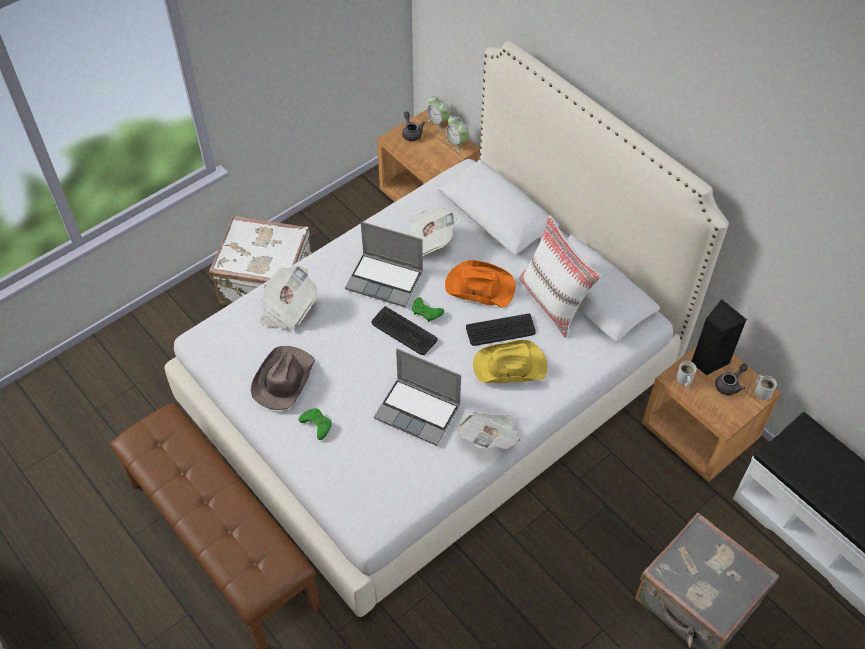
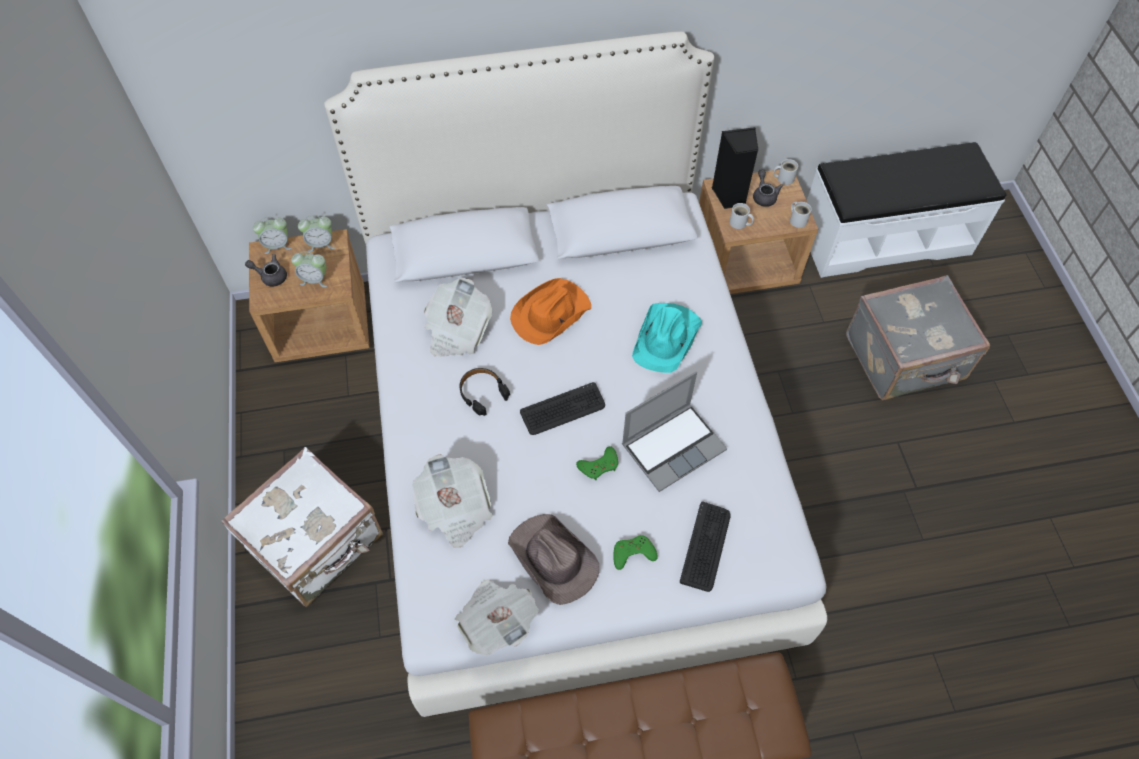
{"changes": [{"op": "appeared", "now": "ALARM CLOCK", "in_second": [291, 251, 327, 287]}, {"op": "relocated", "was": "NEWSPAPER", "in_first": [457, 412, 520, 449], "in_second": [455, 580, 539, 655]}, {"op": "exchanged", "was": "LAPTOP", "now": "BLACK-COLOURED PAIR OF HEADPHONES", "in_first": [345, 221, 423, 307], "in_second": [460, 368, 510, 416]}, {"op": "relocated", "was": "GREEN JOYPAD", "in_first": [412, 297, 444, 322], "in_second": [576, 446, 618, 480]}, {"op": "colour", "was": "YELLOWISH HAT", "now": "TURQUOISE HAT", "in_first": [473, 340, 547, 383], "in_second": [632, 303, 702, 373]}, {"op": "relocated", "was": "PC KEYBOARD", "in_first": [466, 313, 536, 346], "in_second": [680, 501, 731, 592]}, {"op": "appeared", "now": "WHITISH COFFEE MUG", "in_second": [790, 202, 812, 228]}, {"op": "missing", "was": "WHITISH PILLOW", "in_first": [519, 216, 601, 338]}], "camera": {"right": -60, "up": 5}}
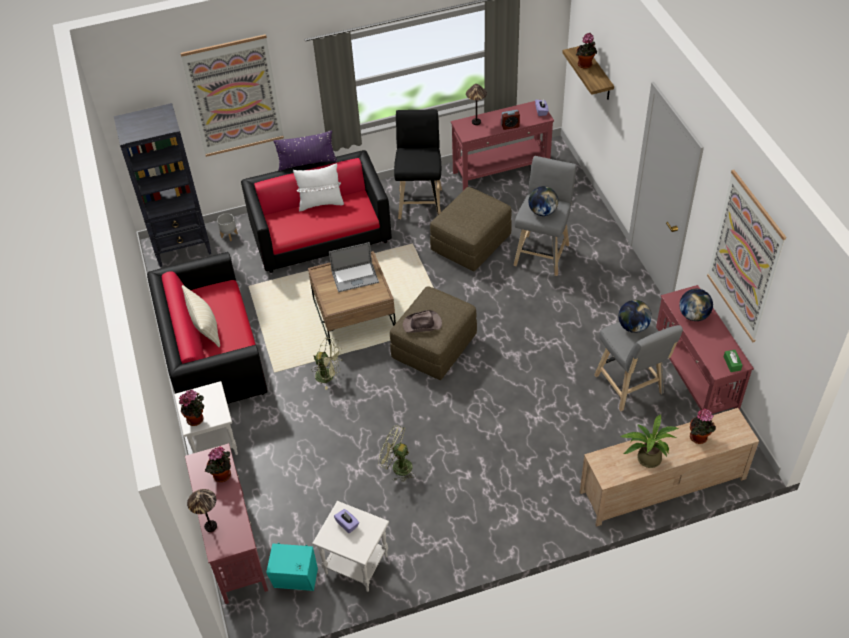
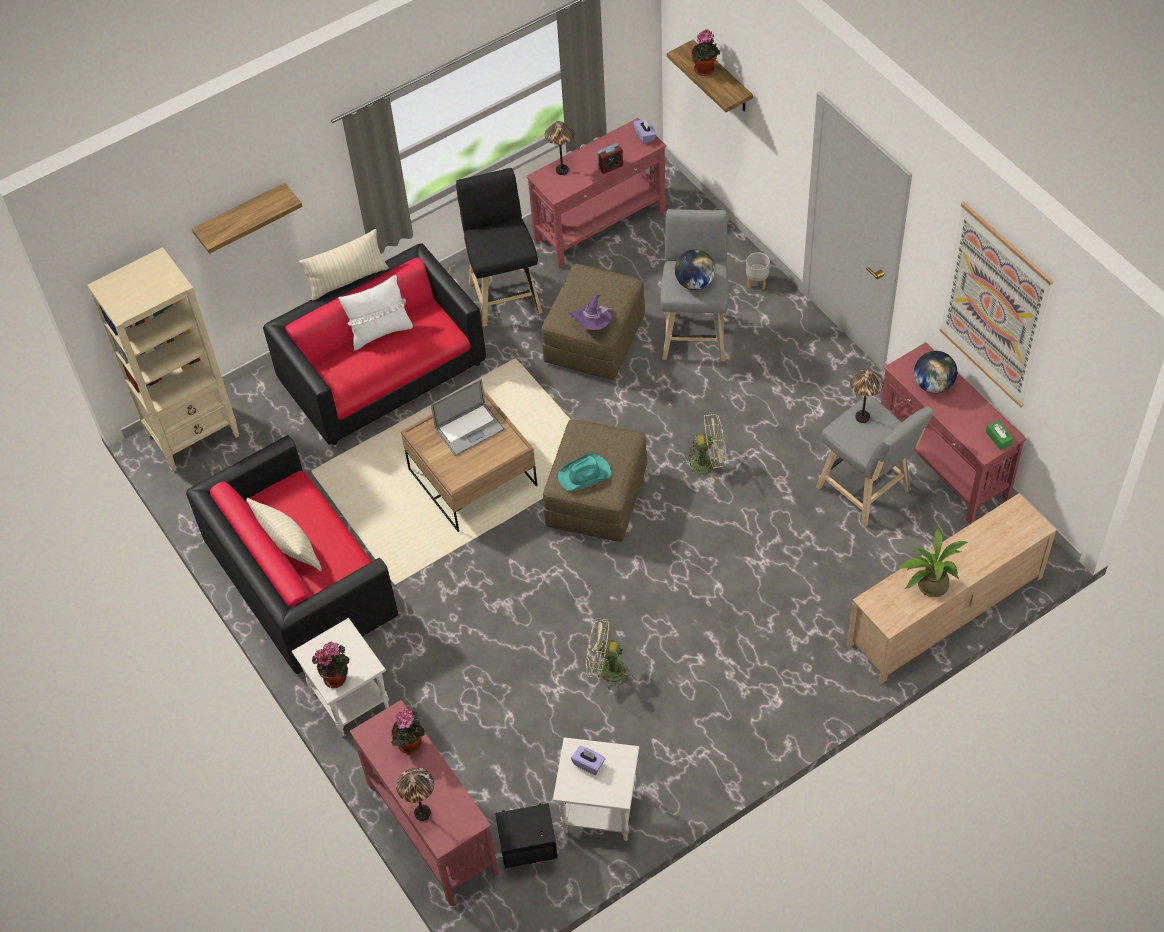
{"changes": [{"op": "colour", "was": "BLACK-COLOURED SHELVING UNIT", "now": "BEIGE-COLOURED SHELVING UNIT", "in_first": [114, 103, 211, 267], "in_second": [87, 247, 239, 472]}, {"op": "exchanged", "was": "PICTURE", "now": "BRACKET SHELF", "in_first": [180, 34, 284, 157], "in_second": [192, 182, 303, 254]}, {"op": "colour", "was": "PURPLISH PILLOW", "now": "BEIGE-COLOURED PILLOW", "in_first": [274, 131, 337, 171], "in_second": [300, 229, 389, 301]}, {"op": "colour", "was": "TURQUOISE LOUDSPEAKER", "now": "BLACK-COLOURED LOUDSPEAKER", "in_first": [266, 543, 318, 591], "in_second": [495, 803, 557, 868]}, {"op": "colour", "was": "BROWN HAT", "now": "TURQUOISE HAT", "in_first": [403, 310, 442, 333], "in_second": [558, 453, 611, 491]}, {"op": "appeared", "now": "PURPLISH HAT", "in_second": [568, 295, 613, 330]}, {"op": "relocated", "was": "GREEN FAN", "in_first": [311, 337, 341, 390], "in_second": [683, 414, 726, 482]}, {"op": "relocated", "was": "GRAY PLANTER", "in_first": [217, 213, 238, 241], "in_second": [746, 252, 770, 289]}, {"op": "exchanged", "was": "DESK GLOBE", "now": "TABLE LAMP", "in_first": [618, 300, 652, 333], "in_second": [850, 370, 884, 423]}, {"op": "missing", "was": "HOUSEPLANT", "in_first": [690, 409, 716, 444]}], "camera": {"right": -15, "up": 5}}
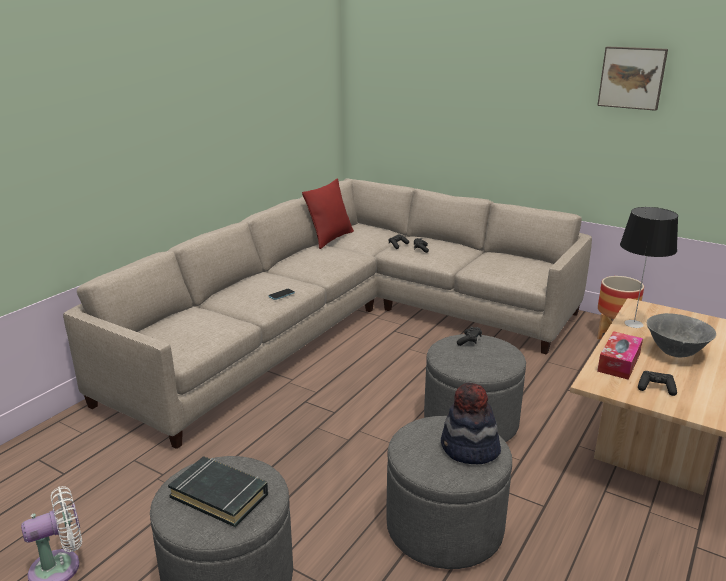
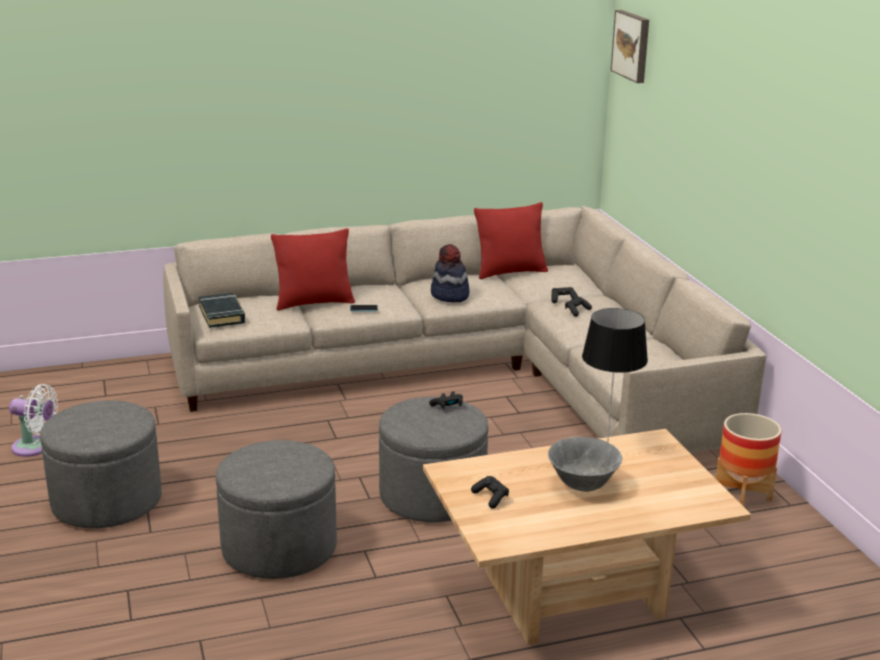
{"changes": [{"op": "relocated", "was": "BLACK-COLOURED VOLUME", "in_first": [168, 456, 268, 527], "in_second": [199, 293, 245, 328]}, {"op": "appeared", "now": "RED PILLOW", "in_second": [271, 228, 355, 311]}, {"op": "relocated", "was": "HAT", "in_first": [441, 383, 501, 464], "in_second": [431, 244, 469, 302]}, {"op": "relocated", "was": "PICTURE", "in_first": [597, 46, 668, 111], "in_second": [611, 10, 649, 83]}, {"op": "missing", "was": "TISSUE HOLDER", "in_first": [597, 331, 643, 380]}], "camera": {"right": 40, "up": 0}}
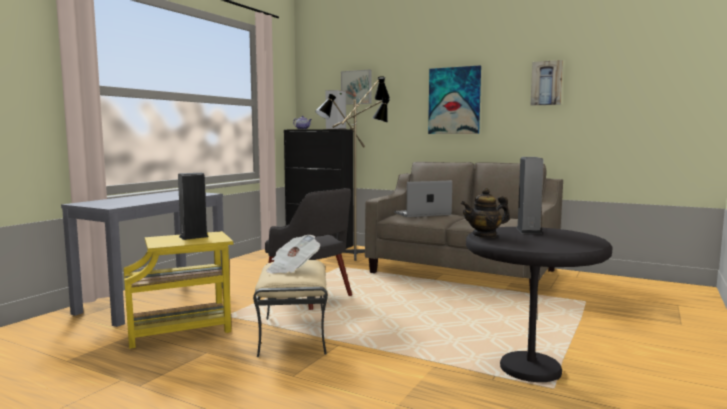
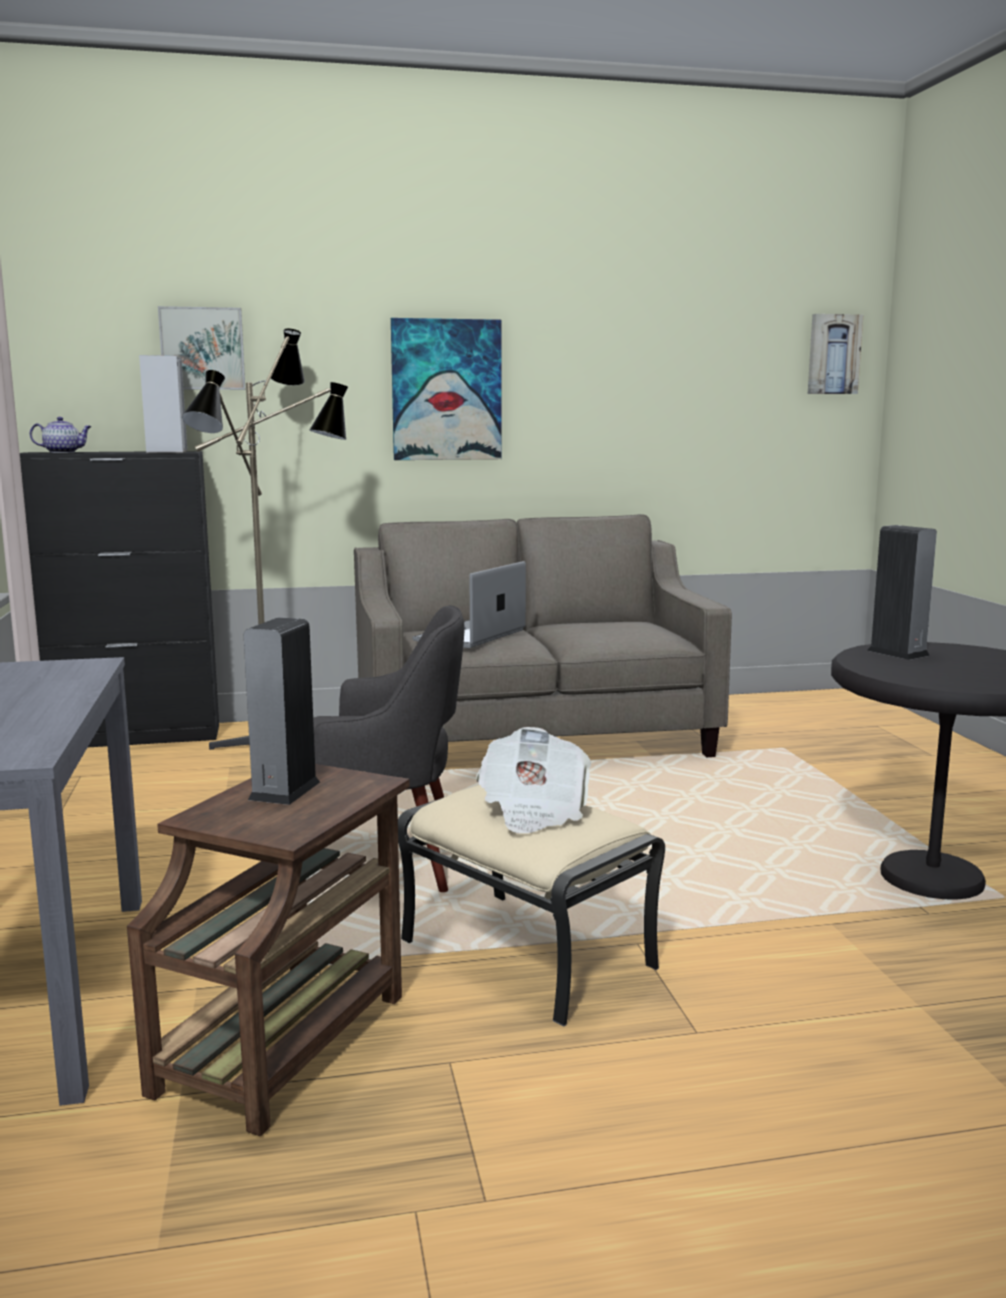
{"changes": [{"op": "colour", "was": "YELLOWISH END TABLE", "now": "BROWN END TABLE", "in_first": [124, 231, 233, 349], "in_second": [127, 764, 410, 1136]}, {"op": "relocated", "was": "PICTURE", "in_first": [531, 60, 563, 106], "in_second": [808, 314, 863, 394]}, {"op": "missing", "was": "TEAPOT", "in_first": [461, 188, 510, 238]}], "camera": {"right": -40, "up": 5}}
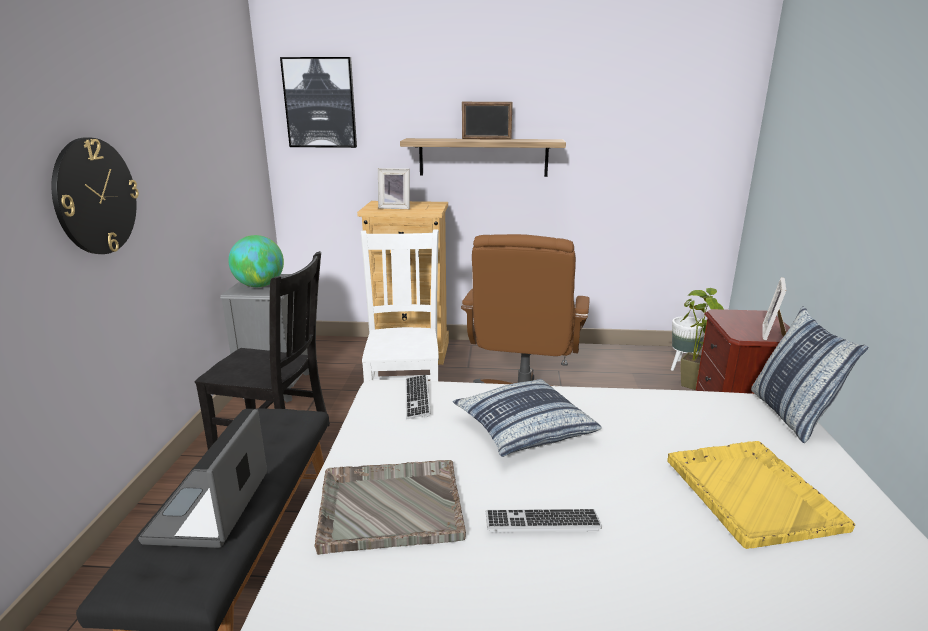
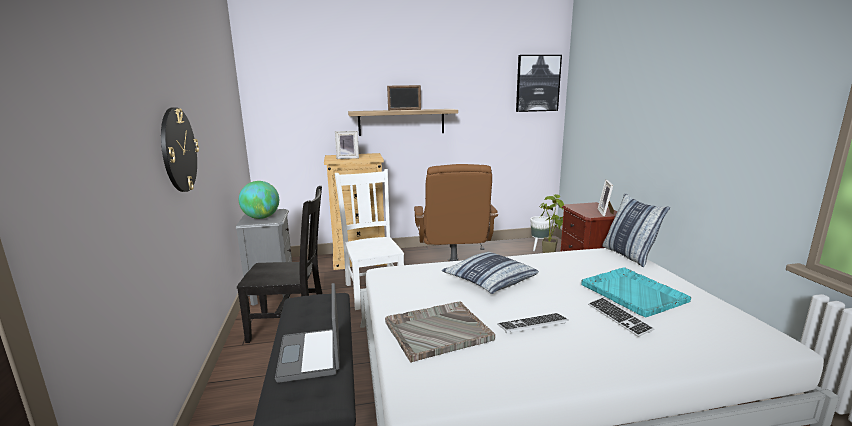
{"changes": [{"op": "relocated", "was": "PICTURE", "in_first": [280, 57, 357, 148], "in_second": [516, 55, 562, 112]}, {"op": "colour", "was": "YELLOWISH CARRYING TRAY", "now": "TURQUOISE CARRYING TRAY", "in_first": [667, 441, 855, 549], "in_second": [581, 267, 691, 317]}, {"op": "relocated", "was": "PC KEYBOARD", "in_first": [405, 375, 431, 419], "in_second": [588, 298, 655, 337]}], "camera": {"right": -15, "up": -5}}
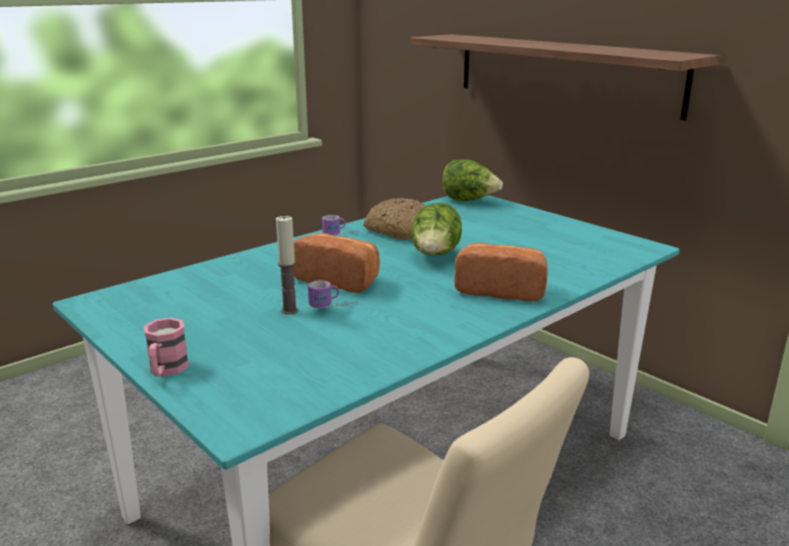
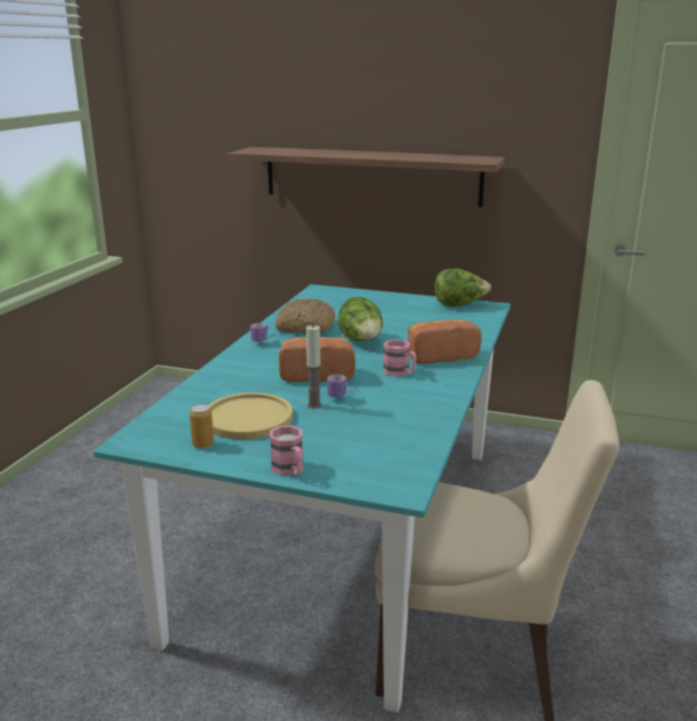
{"changes": [{"op": "appeared", "now": "CAN", "in_second": [189, 404, 214, 449]}, {"op": "appeared", "now": "YELLOWISH PLATE", "in_second": [208, 392, 293, 440]}, {"op": "appeared", "now": "PINK COFFEE MUG", "in_second": [383, 339, 416, 377]}, {"op": "relocated", "was": "LETTUCE HEAD", "in_first": [442, 159, 503, 201], "in_second": [435, 268, 491, 307]}], "camera": {"right": -30, "up": 0}}
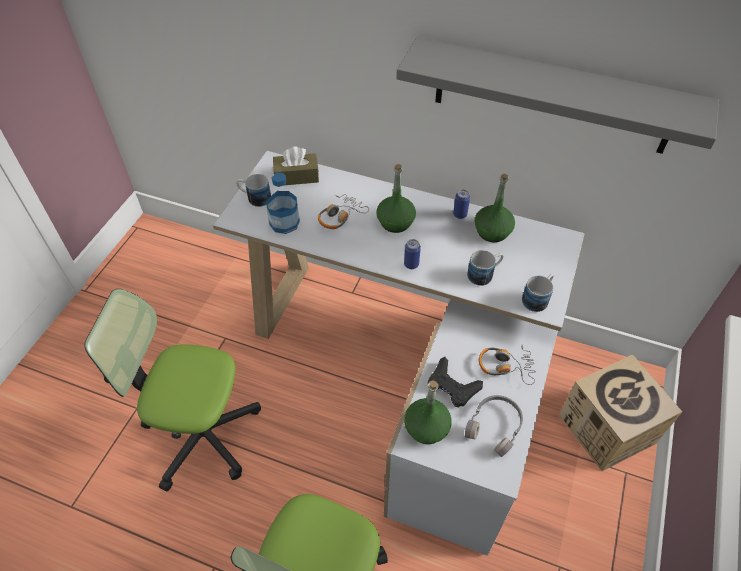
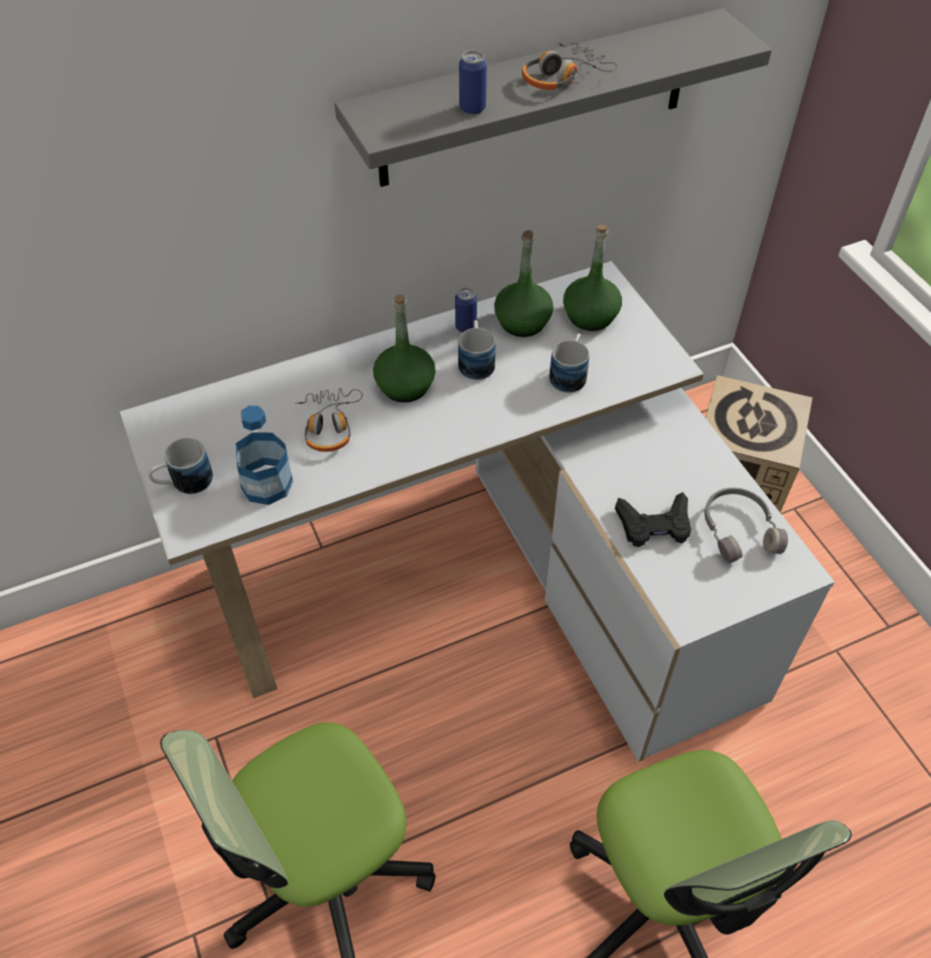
{"changes": [{"op": "relocated", "was": "COFFEE MUG", "in_first": [522, 274, 554, 312], "in_second": [458, 320, 496, 380]}, {"op": "relocated", "was": "CAN", "in_first": [404, 239, 421, 269], "in_second": [459, 50, 487, 115]}, {"op": "relocated", "was": "PAIR OF HEADPHONES", "in_first": [479, 346, 536, 385], "in_second": [522, 42, 617, 90]}, {"op": "relocated", "was": "GREEN BEVERAGE BOTTLE", "in_first": [404, 380, 452, 444], "in_second": [563, 225, 622, 331]}, {"op": "missing", "was": "BROWN TISSUE HOLDER", "in_first": [273, 147, 319, 185]}], "camera": {"right": -45, "up": 0}}
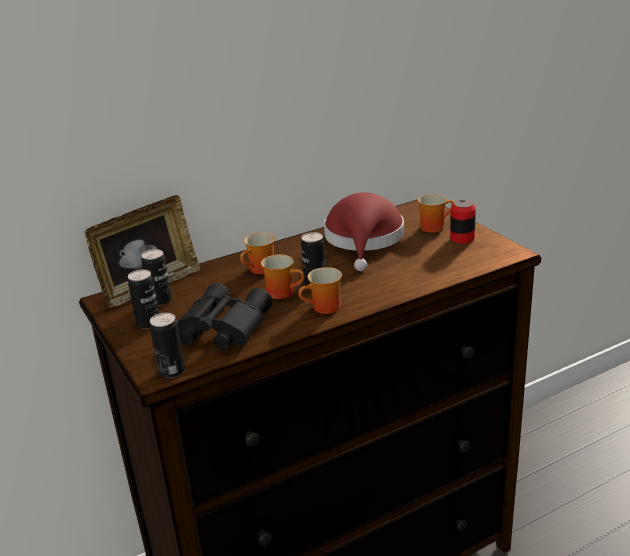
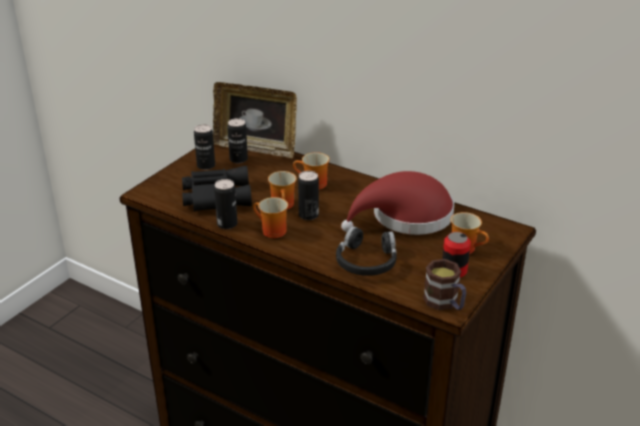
{"changes": [{"op": "relocated", "was": "CAN", "in_first": [150, 313, 185, 378], "in_second": [214, 179, 237, 229]}, {"op": "appeared", "now": "BLACK-COLOURED PAIR OF HEADPHONES", "in_second": [336, 226, 397, 276]}, {"op": "appeared", "now": "COFFEE MUG", "in_second": [423, 259, 466, 310]}], "camera": {"right": 60, "up": 5}}
